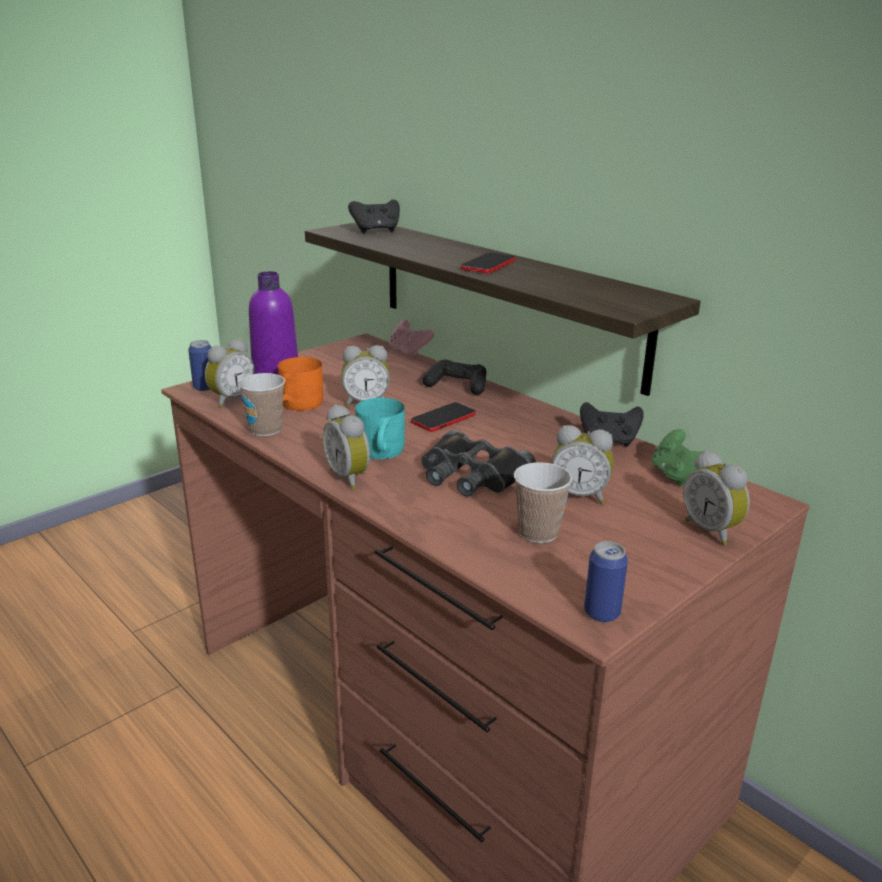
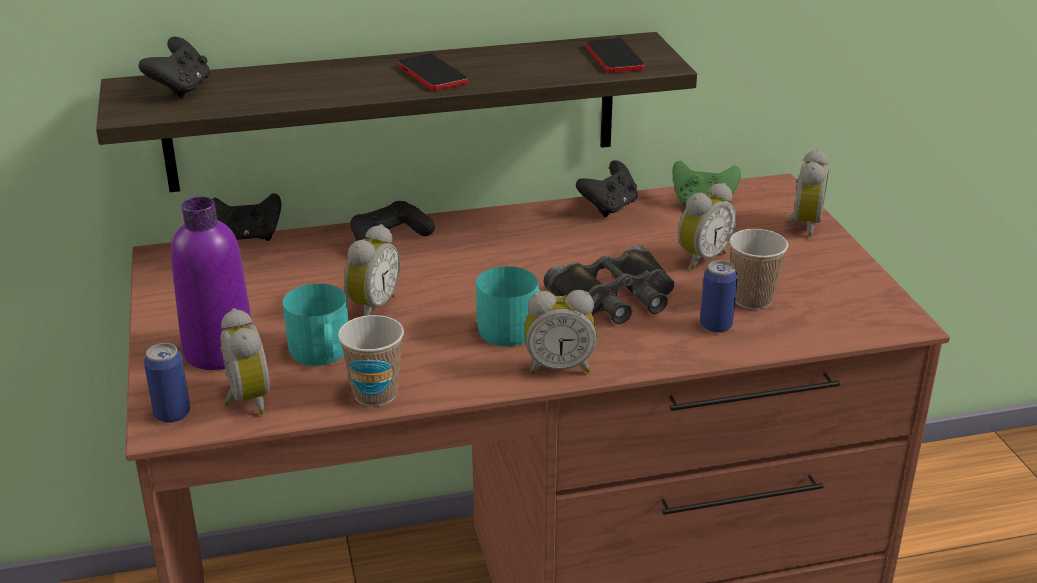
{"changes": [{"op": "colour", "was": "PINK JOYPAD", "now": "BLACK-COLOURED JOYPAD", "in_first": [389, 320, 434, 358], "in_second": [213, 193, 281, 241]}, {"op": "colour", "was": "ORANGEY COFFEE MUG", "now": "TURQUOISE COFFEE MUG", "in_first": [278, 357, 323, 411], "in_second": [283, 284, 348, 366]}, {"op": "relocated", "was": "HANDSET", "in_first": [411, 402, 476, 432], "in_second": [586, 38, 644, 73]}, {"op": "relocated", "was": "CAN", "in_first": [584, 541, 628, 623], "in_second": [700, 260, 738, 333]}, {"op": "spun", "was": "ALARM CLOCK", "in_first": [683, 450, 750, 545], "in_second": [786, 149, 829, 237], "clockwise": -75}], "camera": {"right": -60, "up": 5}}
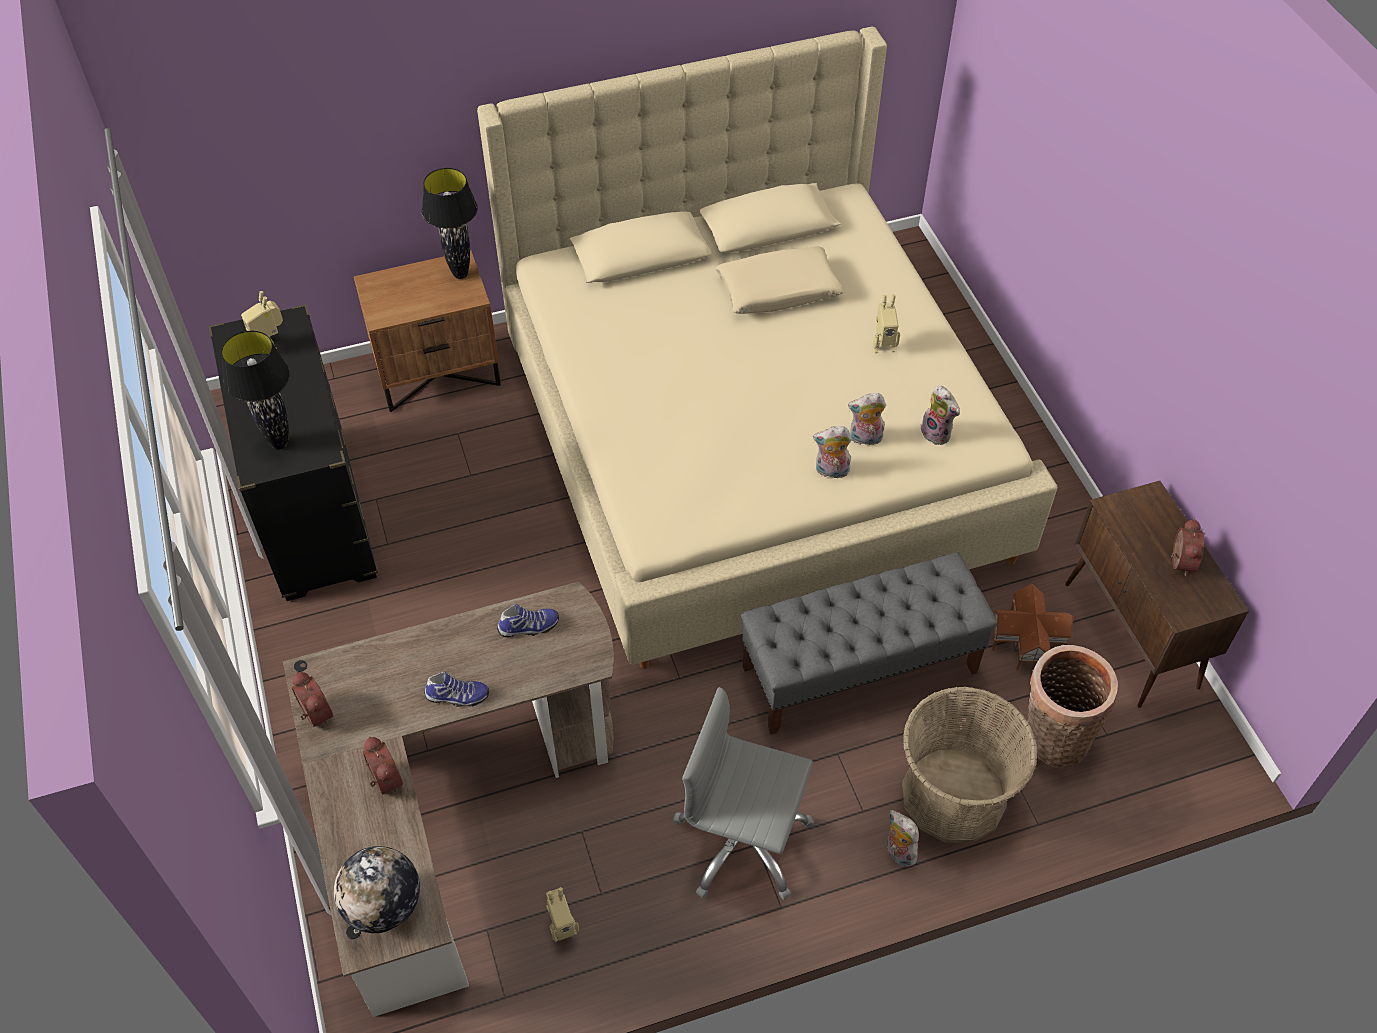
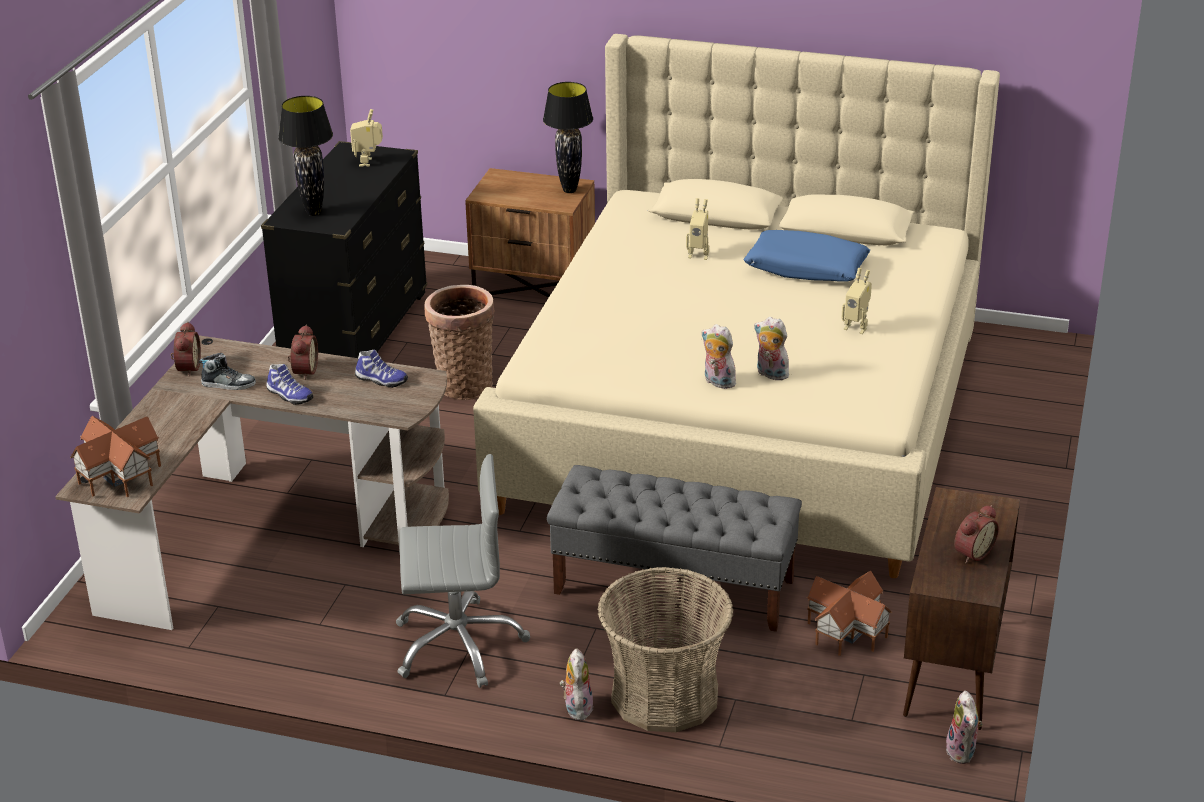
{"changes": [{"op": "exchanged", "was": "DESK GLOBE", "now": "MODEL HOUSE", "in_first": [334, 846, 420, 933], "in_second": [70, 416, 161, 497]}, {"op": "appeared", "now": "LOW SHOE", "in_second": [199, 353, 256, 390]}, {"op": "relocated", "was": "ALARM CLOCK", "in_first": [363, 736, 403, 795], "in_second": [288, 325, 318, 380]}, {"op": "spun", "was": "GRAY COMPUTER CHAIR", "in_first": [673, 687, 814, 900], "in_second": [396, 454, 530, 688], "clockwise": 120}, {"op": "relocated", "was": "HOUSEHOLD BASKET", "in_first": [1026, 645, 1118, 768], "in_second": [424, 285, 495, 400]}, {"op": "relocated", "was": "ROBOT FIGURE", "in_first": [546, 887, 579, 942], "in_second": [686, 198, 709, 260]}, {"op": "colour", "was": "BEIGE-COLOURED PILLOW", "now": "BLUE PILLOW", "in_first": [715, 246, 844, 314], "in_second": [743, 230, 870, 282]}, {"op": "relocated", "was": "PLUSH TOY", "in_first": [921, 386, 960, 445], "in_second": [946, 691, 983, 764]}], "camera": {"right": 35, "up": -20}}
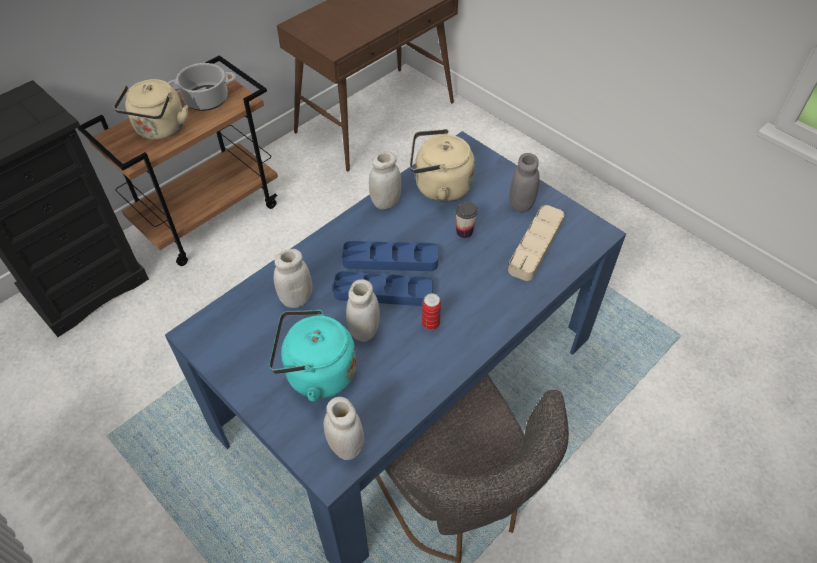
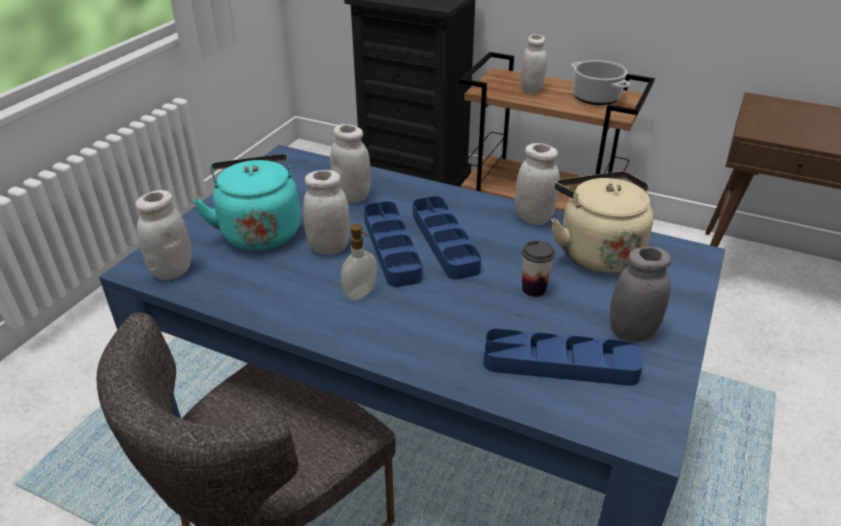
{"changes": [{"op": "exchanged", "was": "CAN", "now": "SOAP BOTTLE", "in_first": [422, 293, 441, 330], "in_second": [341, 224, 377, 300]}, {"op": "colour", "was": "BEIGE-COLOURED CARRYING TRAY", "now": "BLUE CARRYING TRAY", "in_first": [508, 205, 565, 281], "in_second": [483, 328, 643, 386]}, {"op": "exchanged", "was": "BEIGE-COLOURED WATER KETTLE", "now": "WHITISH STORAGE JAR", "in_first": [114, 79, 188, 140], "in_second": [521, 34, 547, 94]}], "camera": {"right": 70, "up": -15}}
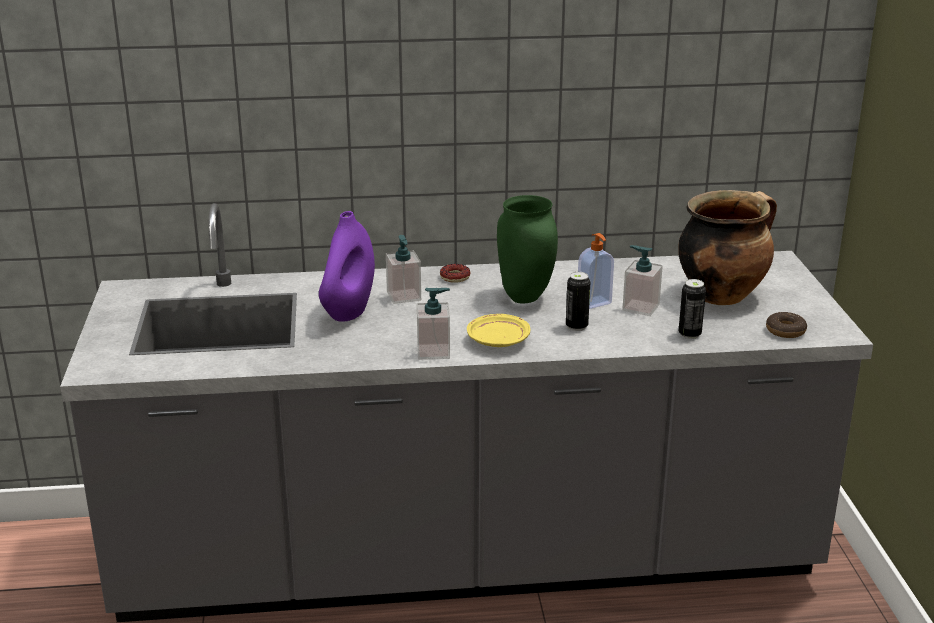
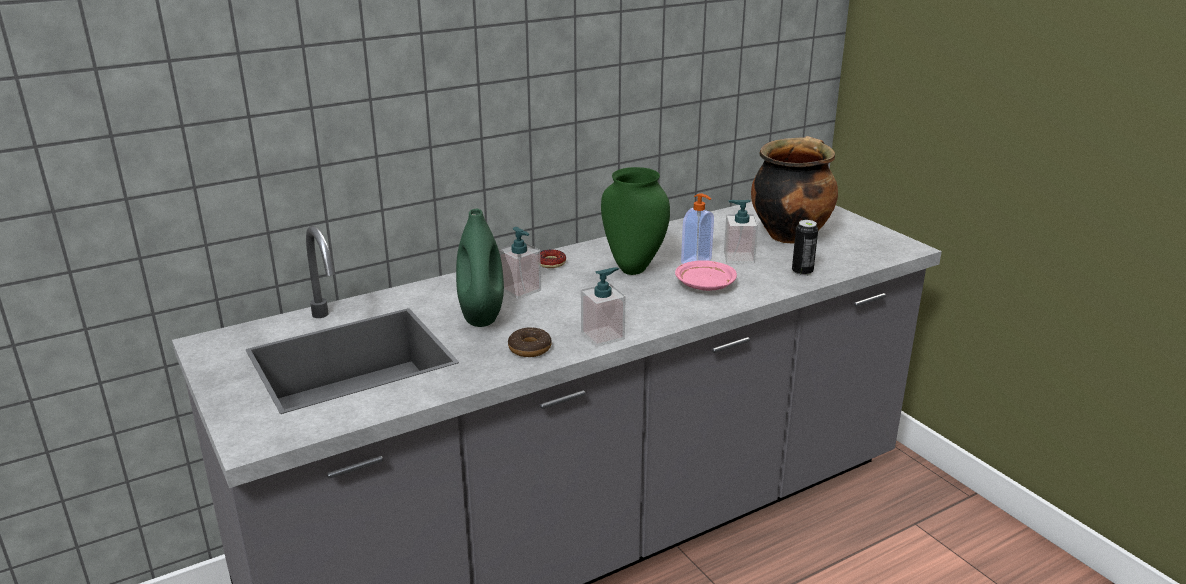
{"changes": [{"op": "colour", "was": "PURPLISH DECORATIVE VASE", "now": "GREEN DECORATIVE VASE", "in_first": [319, 211, 375, 322], "in_second": [456, 209, 504, 327]}, {"op": "relocated", "was": "RING DOUGHNUT", "in_first": [766, 312, 807, 338], "in_second": [508, 327, 552, 357]}, {"op": "exchanged", "was": "CAN", "now": "PINK PLATE", "in_first": [566, 272, 591, 331], "in_second": [675, 260, 737, 291]}, {"op": "missing", "was": "YELLOWISH PLATE", "in_first": [467, 314, 530, 347]}], "camera": {"right": -25, "up": 0}}
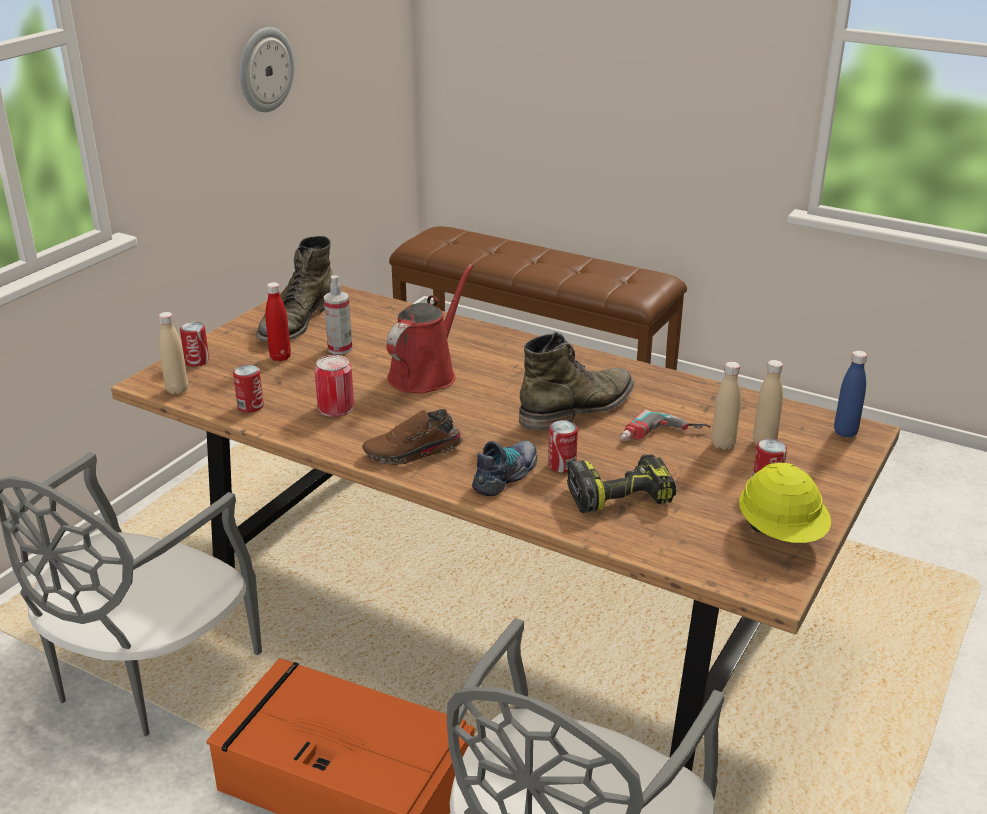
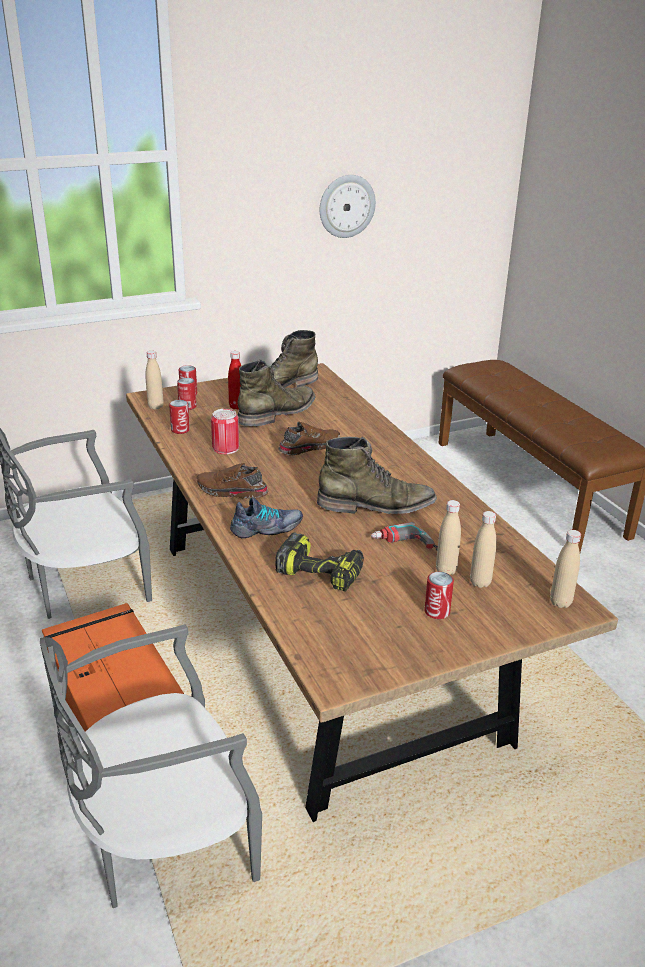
{"changes": [{"op": "relocated", "was": "CAN", "in_first": [548, 420, 578, 473], "in_second": [177, 378, 197, 410]}, {"op": "exchanged", "was": "SPRAYER", "now": "GREEN HIGH-TOP BOOT", "in_first": [324, 275, 352, 354], "in_second": [238, 359, 315, 426]}, {"op": "exchanged", "was": "RED SPRINKLING CAN", "now": "BROWN LOW SHOE", "in_first": [386, 264, 473, 393], "in_second": [278, 422, 340, 455]}, {"op": "colour", "was": "BLUE BEVERAGE BOTTLE", "now": "BEIGE-COLOURED BEVERAGE BOTTLE", "in_first": [834, 351, 867, 438], "in_second": [550, 530, 581, 608]}, {"op": "missing", "was": "YELLOWISH SAFETY HELMET", "in_first": [739, 463, 831, 543]}], "camera": {"right": 35, "up": 0}}
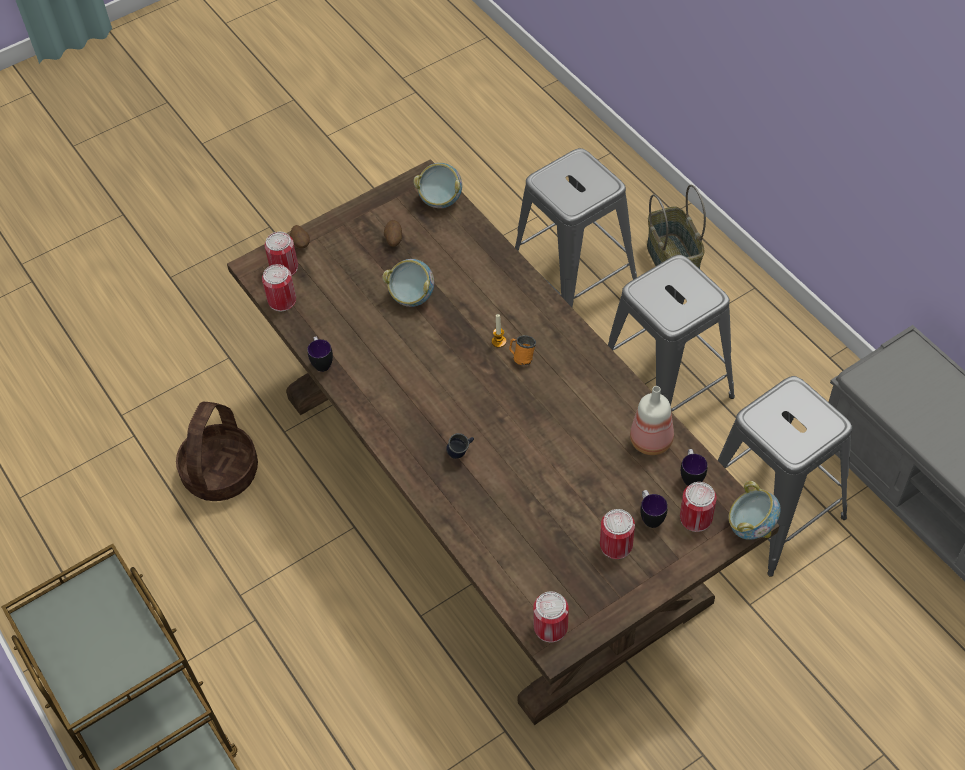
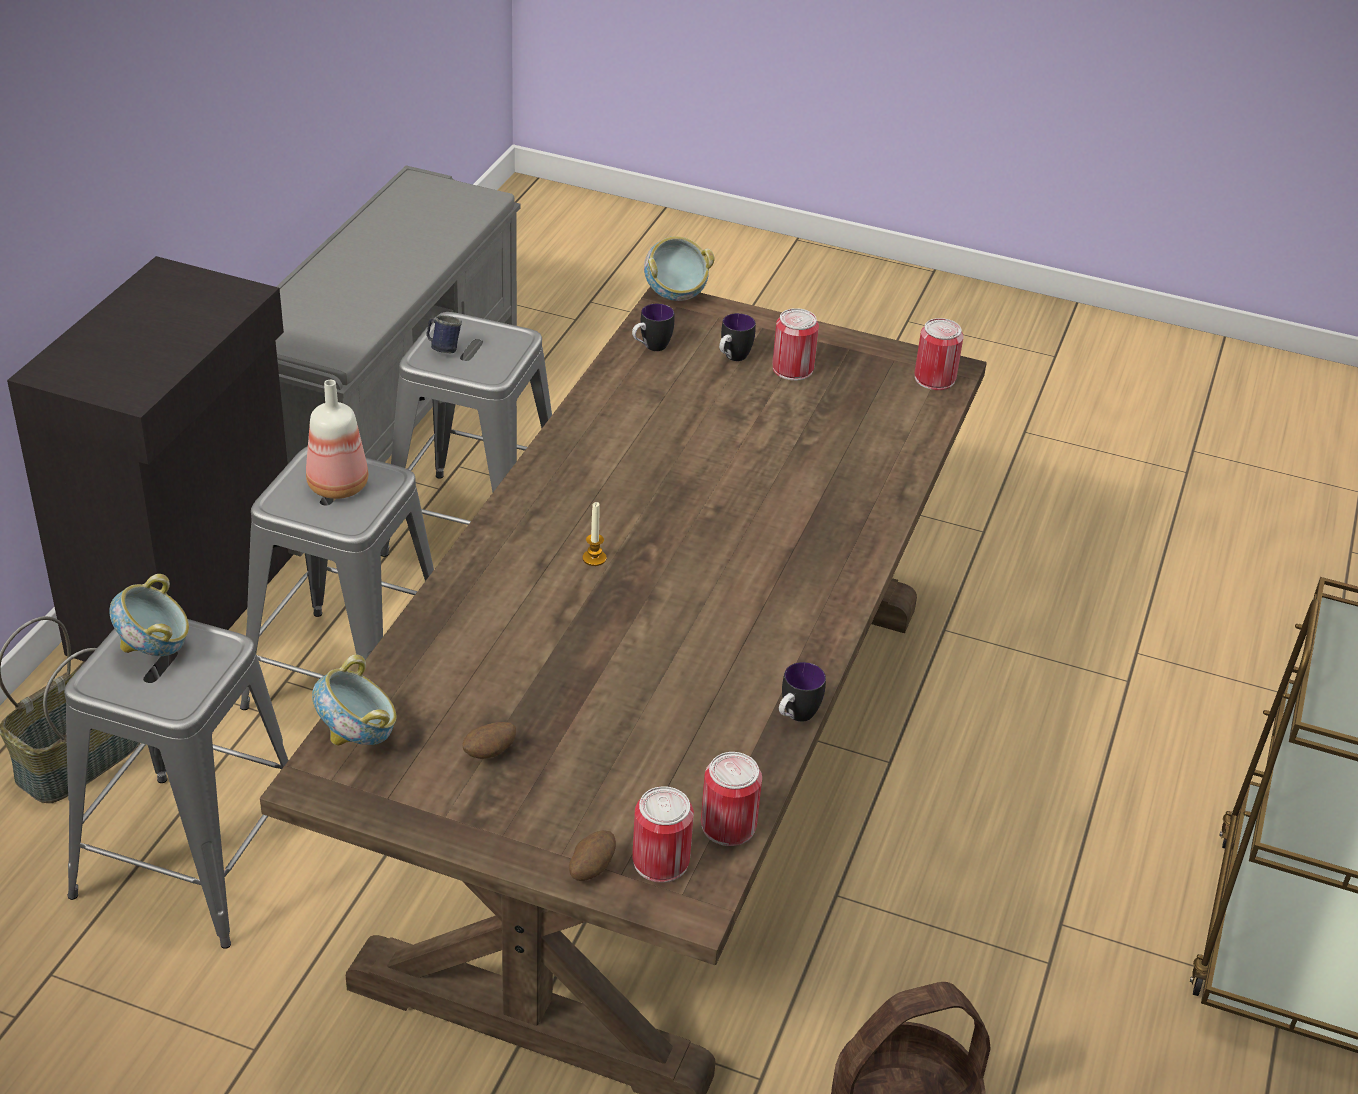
{"changes": [{"op": "appeared", "now": "BLACK-COLOURED CUPBOARD", "in_second": [7, 256, 304, 665]}, {"op": "relocated", "was": "BOWL", "in_first": [383, 259, 434, 307], "in_second": [109, 574, 189, 656]}, {"op": "relocated", "was": "BEVERAGE BOTTLE", "in_first": [630, 386, 674, 455], "in_second": [306, 380, 368, 499]}, {"op": "relocated", "was": "BLUE COFFEE MUG", "in_first": [446, 433, 474, 459], "in_second": [426, 315, 462, 353]}, {"op": "missing", "was": "ORANGEY COFFEE MUG", "in_first": [509, 335, 536, 365]}, {"op": "missing", "was": "CAN", "in_first": [680, 482, 717, 532]}], "camera": {"right": -130, "up": -15}}
